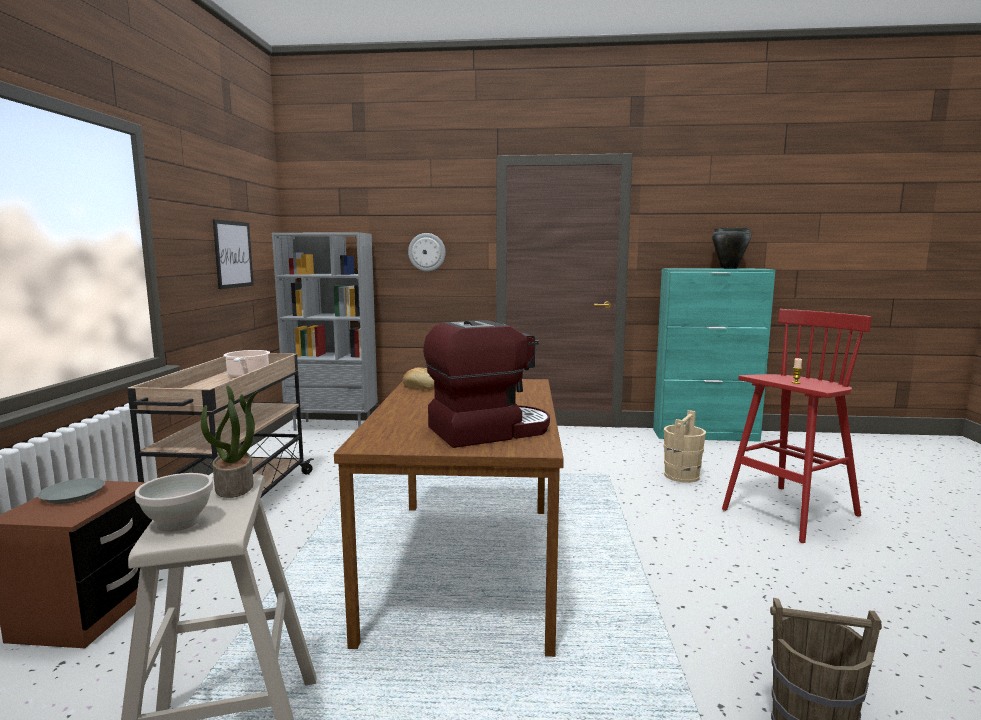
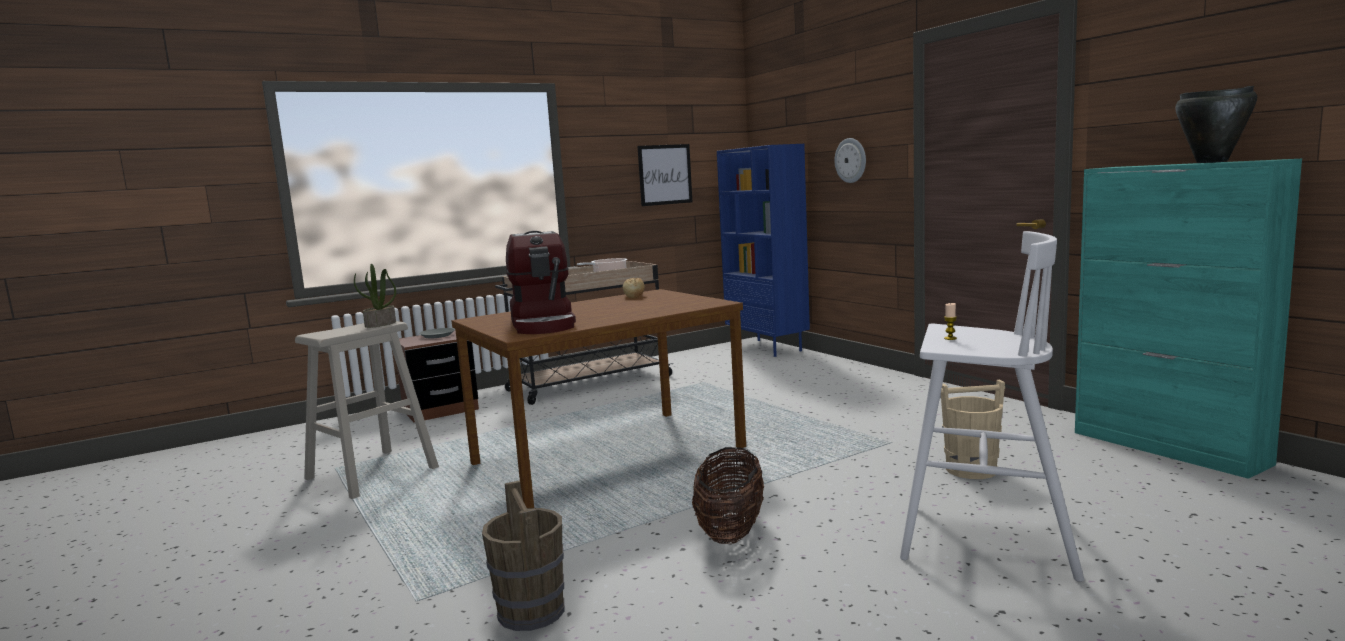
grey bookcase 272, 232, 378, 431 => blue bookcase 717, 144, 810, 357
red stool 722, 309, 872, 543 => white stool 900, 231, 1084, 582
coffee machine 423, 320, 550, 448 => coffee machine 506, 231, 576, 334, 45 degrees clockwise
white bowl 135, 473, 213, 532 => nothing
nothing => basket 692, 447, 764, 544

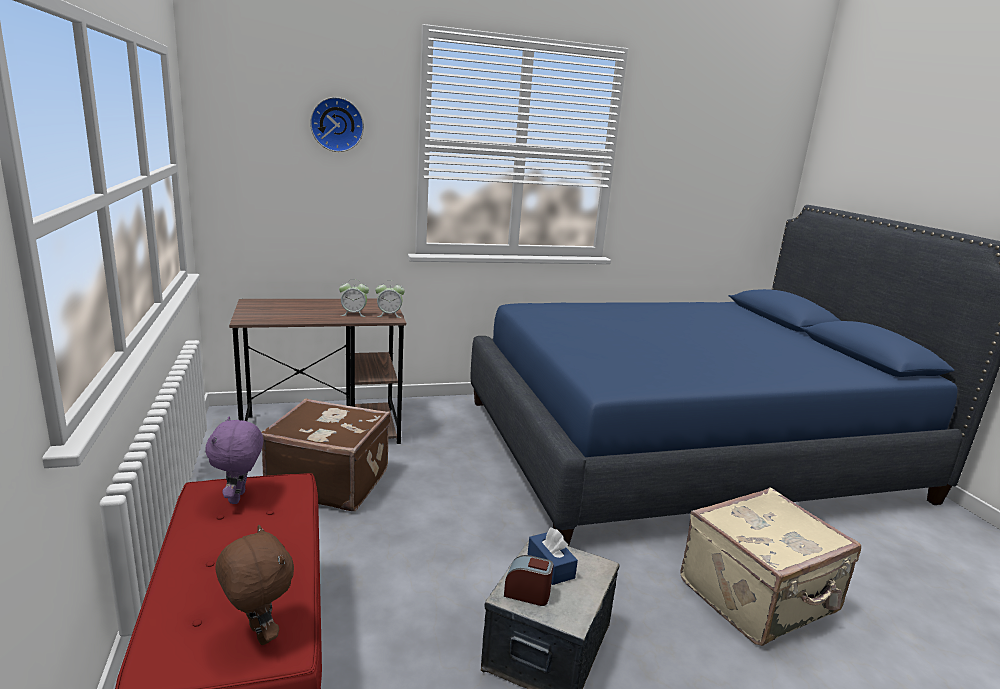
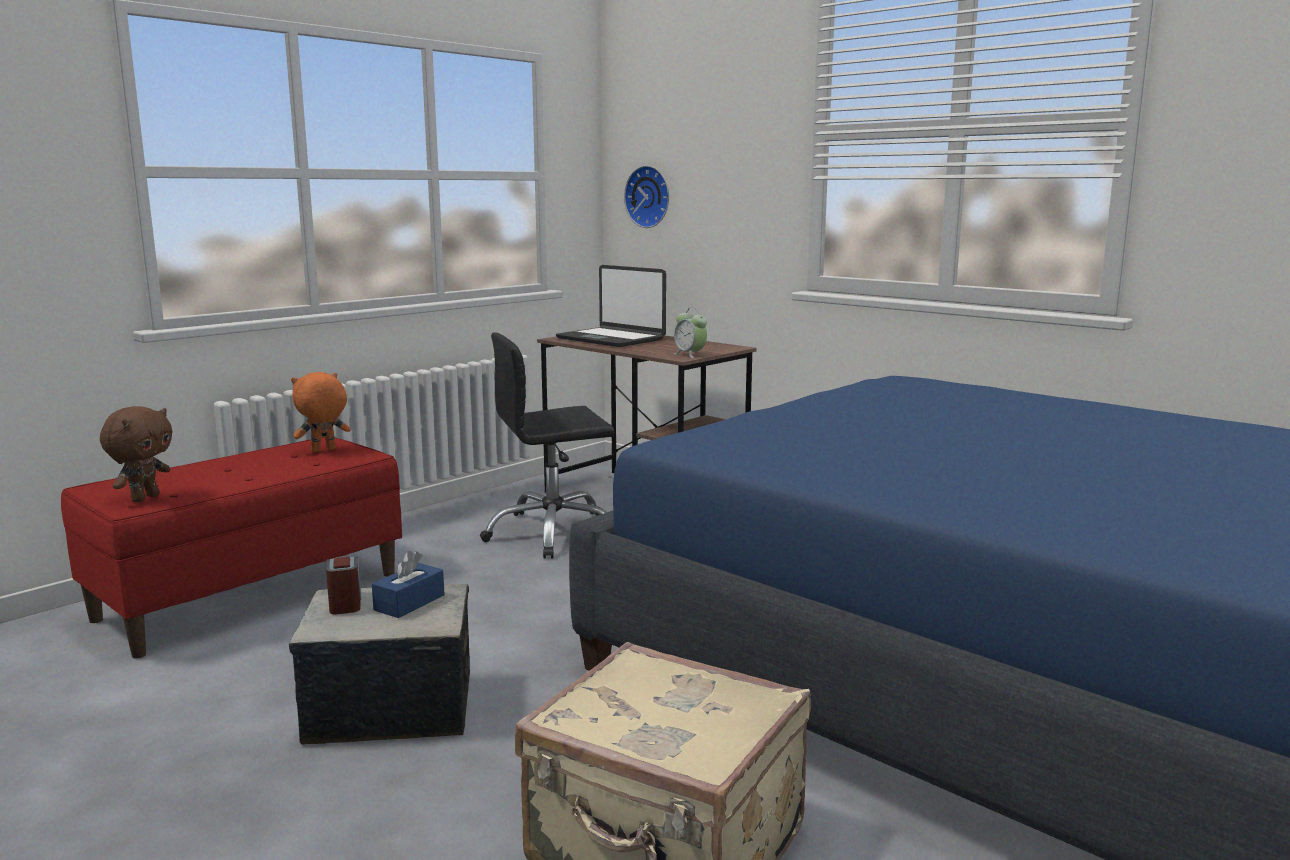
wall clock 310, 97, 364, 152 => wall clock 624, 165, 669, 228, move
alarm clock 339, 279, 369, 317 => nothing
brown suitcase 261, 398, 391, 511 => black office chair 480, 332, 614, 558
purple plush toy 205, 417, 263, 504 => orange plush toy 291, 372, 351, 452
nothing => laptop 556, 265, 666, 347

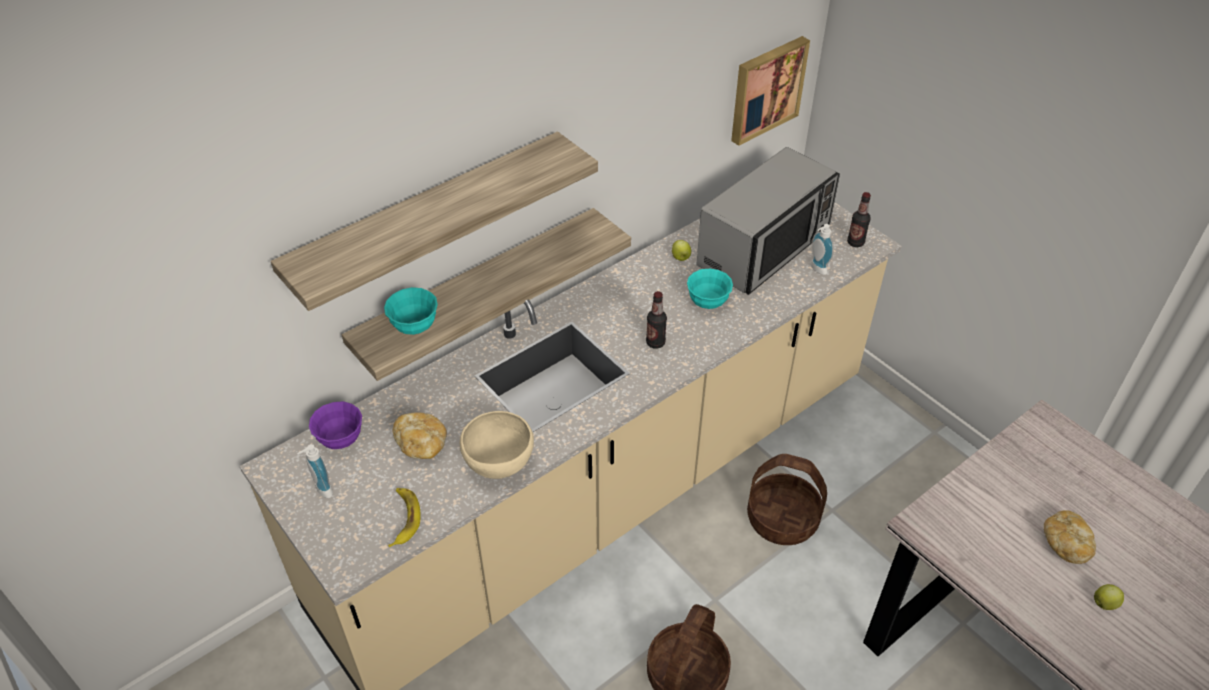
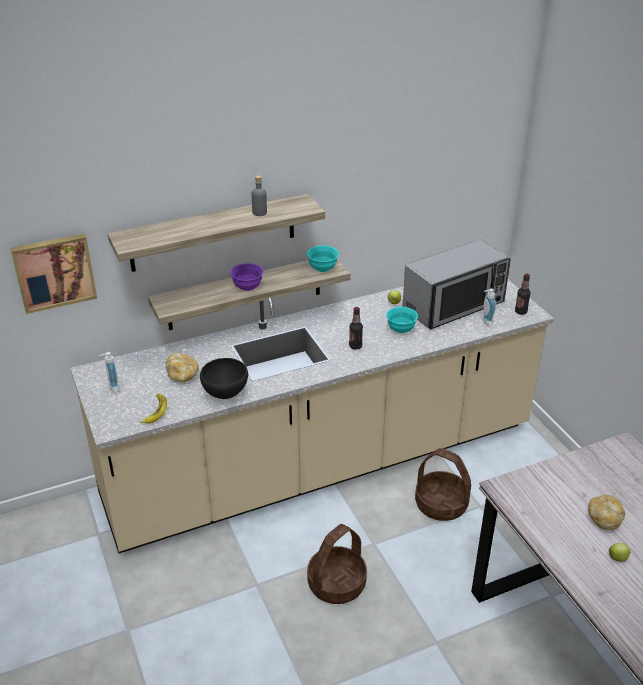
picture 731, 36, 810, 146 => picture 10, 233, 97, 314, move
turquoise bowl 384, 287, 438, 335 => turquoise bowl 307, 246, 339, 272, move
purple bowl 309, 401, 362, 449 => purple bowl 230, 263, 263, 291, move
beige bowl 460, 411, 534, 479 => black bowl 200, 358, 248, 399
nothing => grey bottle 252, 175, 267, 216

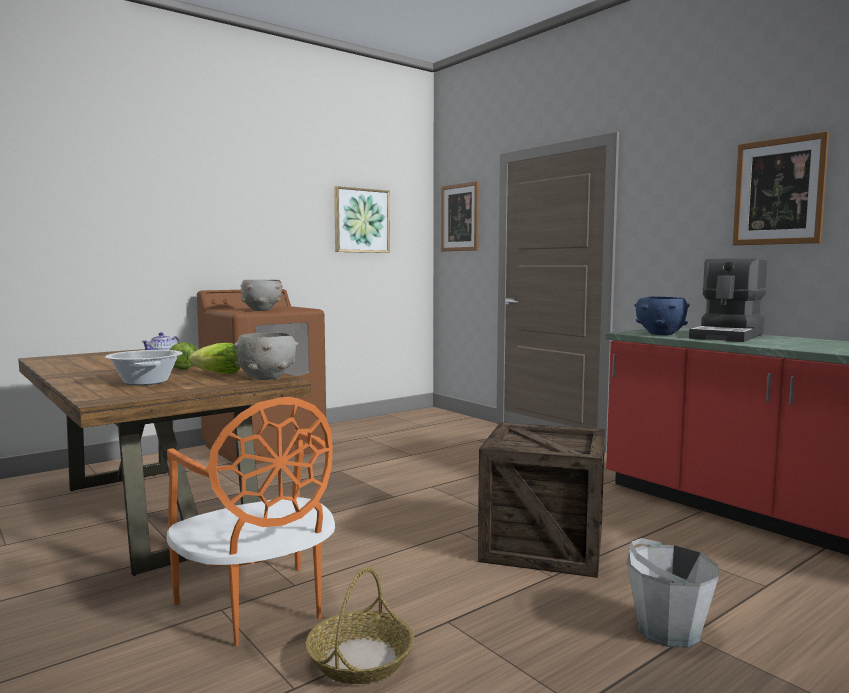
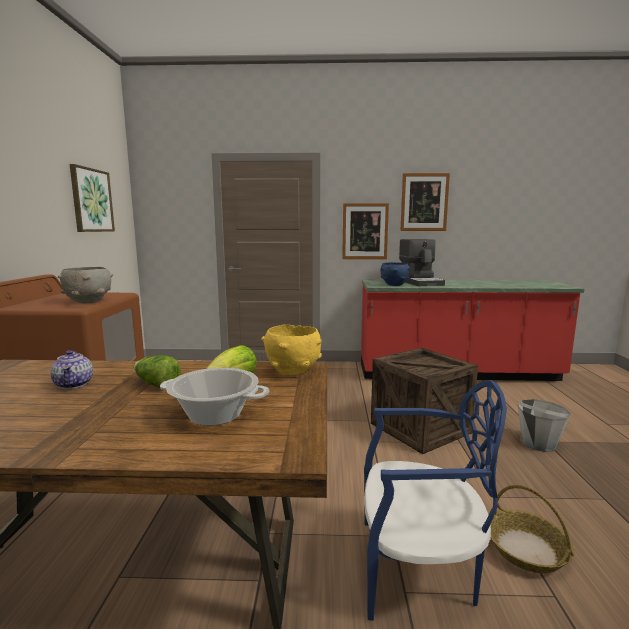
picture 441, 181, 479, 251 => picture 342, 203, 389, 259, move
grey bowl 234, 333, 299, 380 => yellow bowl 261, 324, 322, 375
orange chair 166, 397, 335, 647 => blue chair 364, 380, 507, 621

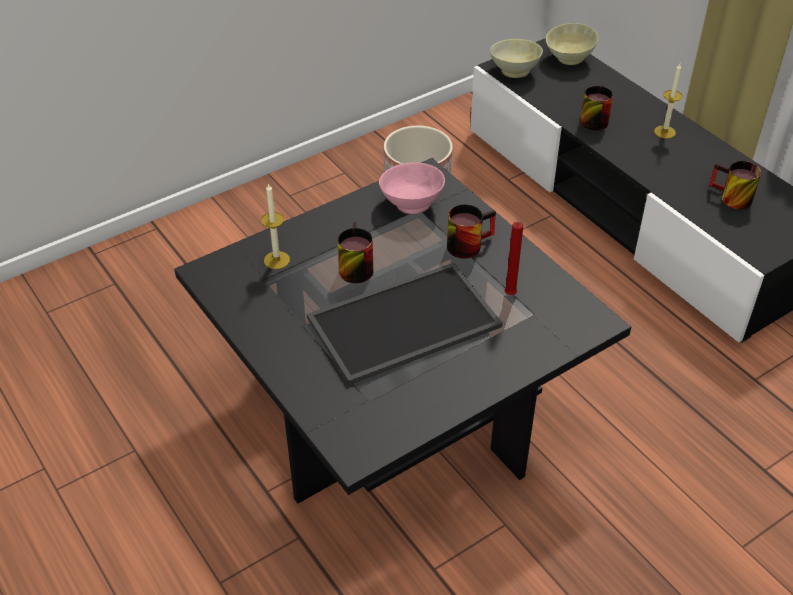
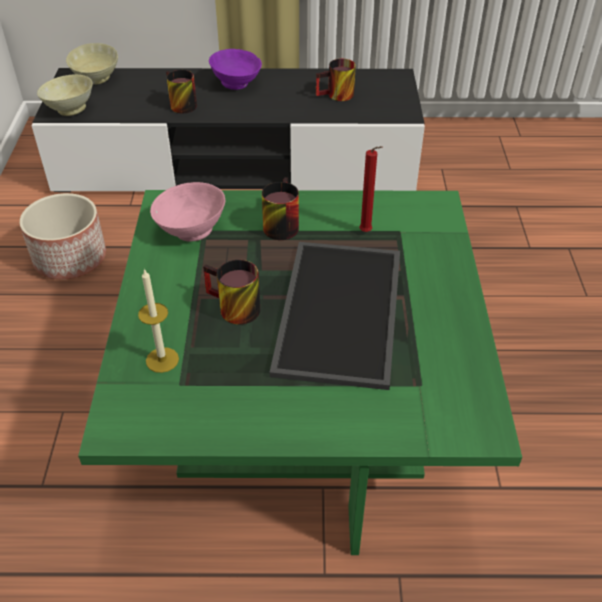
candle 654, 63, 682, 139 => purple bowl 209, 49, 262, 90
black coffee table 174, 158, 631, 504 => green coffee table 78, 190, 522, 555

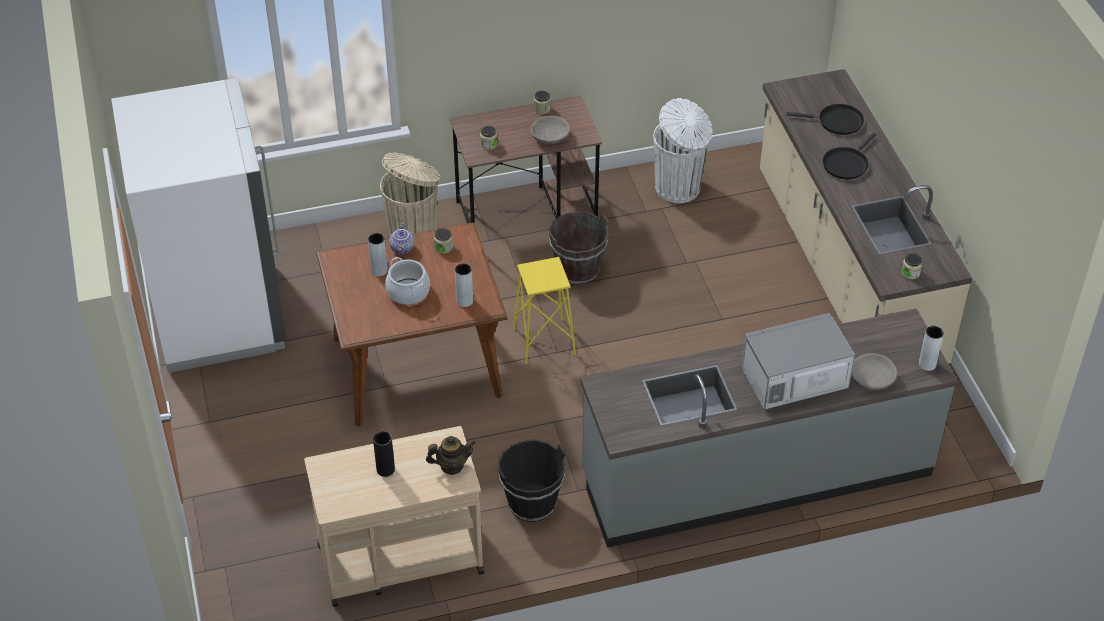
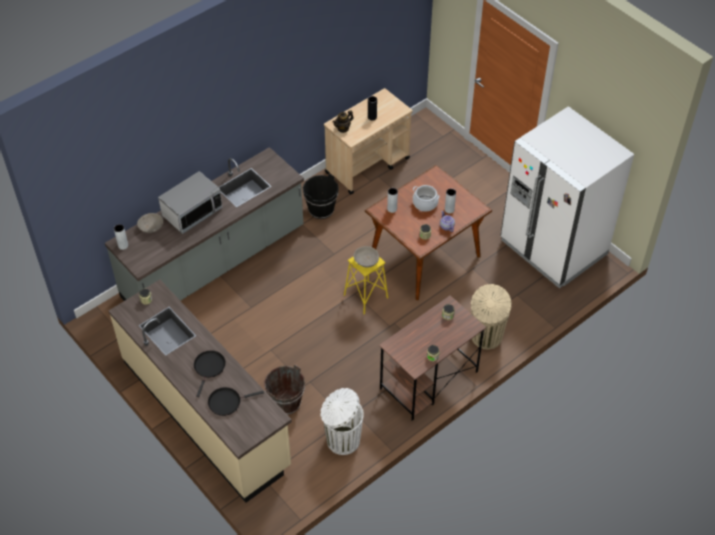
grey bowl 531, 116, 570, 144 => grey bowl 353, 246, 379, 268, move
brown bucket 549, 211, 609, 285 => brown bucket 264, 365, 305, 415, move

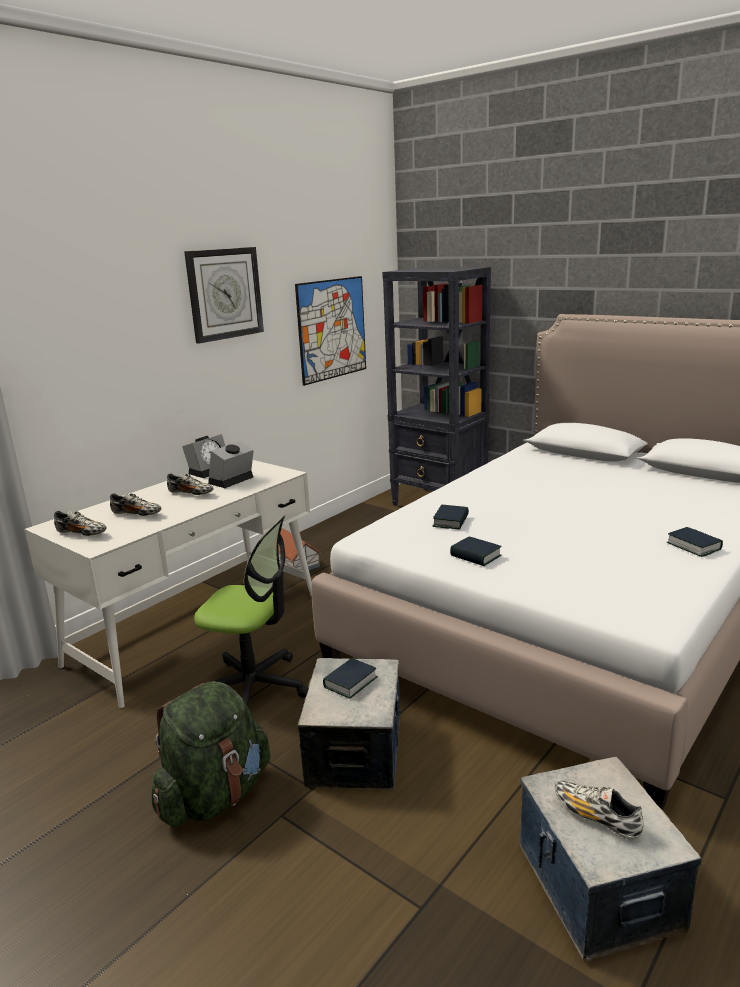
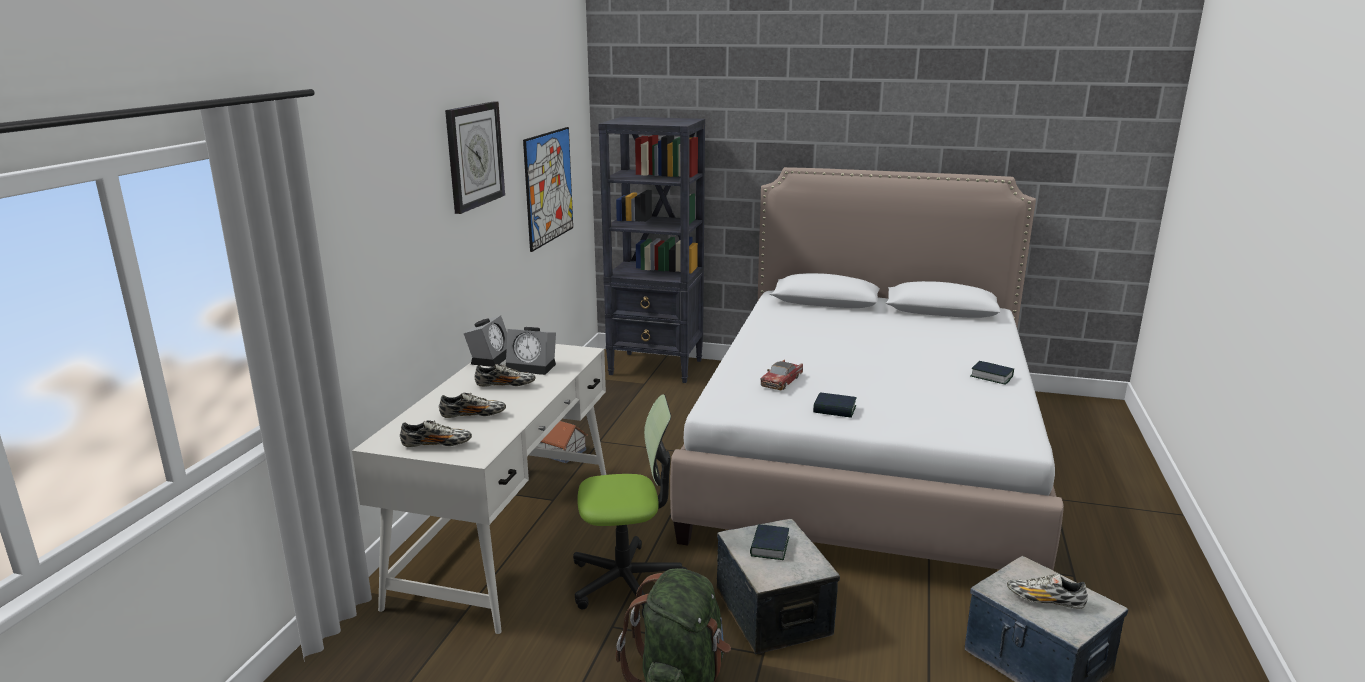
alarm clock 208, 441, 254, 488 => alarm clock 506, 327, 556, 375, 90 degrees counterclockwise
book 432, 505, 469, 530 => toy car 760, 360, 803, 390

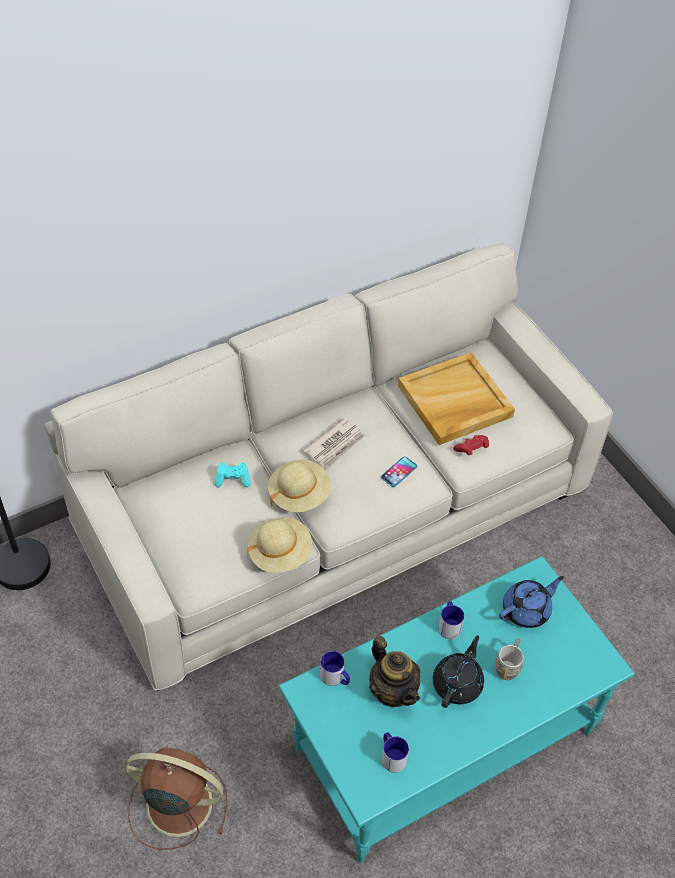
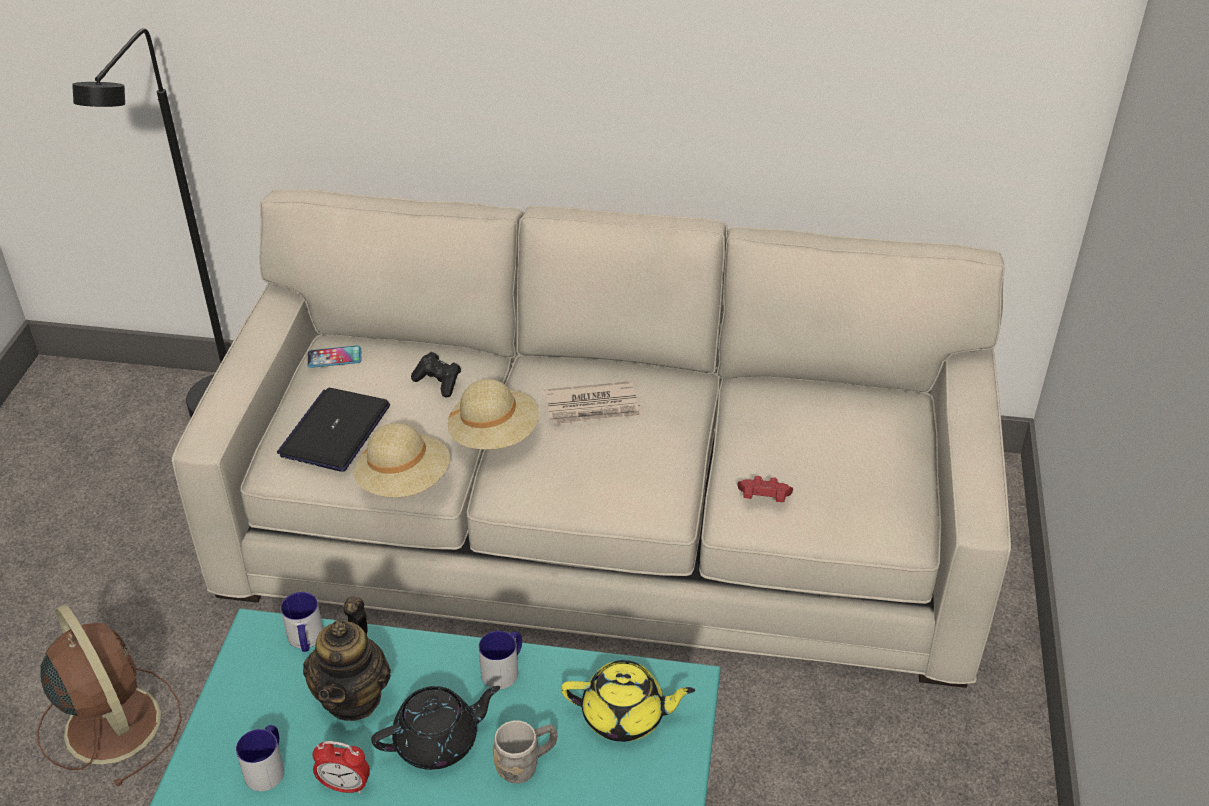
beige tray 398, 352, 515, 445 => nothing
phone 381, 456, 418, 487 => phone 307, 345, 362, 368, move
turquoise game controller 215, 463, 251, 487 => black game controller 411, 352, 461, 397
blue teapot 499, 576, 564, 628 => yellow teapot 561, 660, 695, 742
nothing => laptop 277, 388, 390, 472
nothing => alarm clock 312, 741, 370, 794

